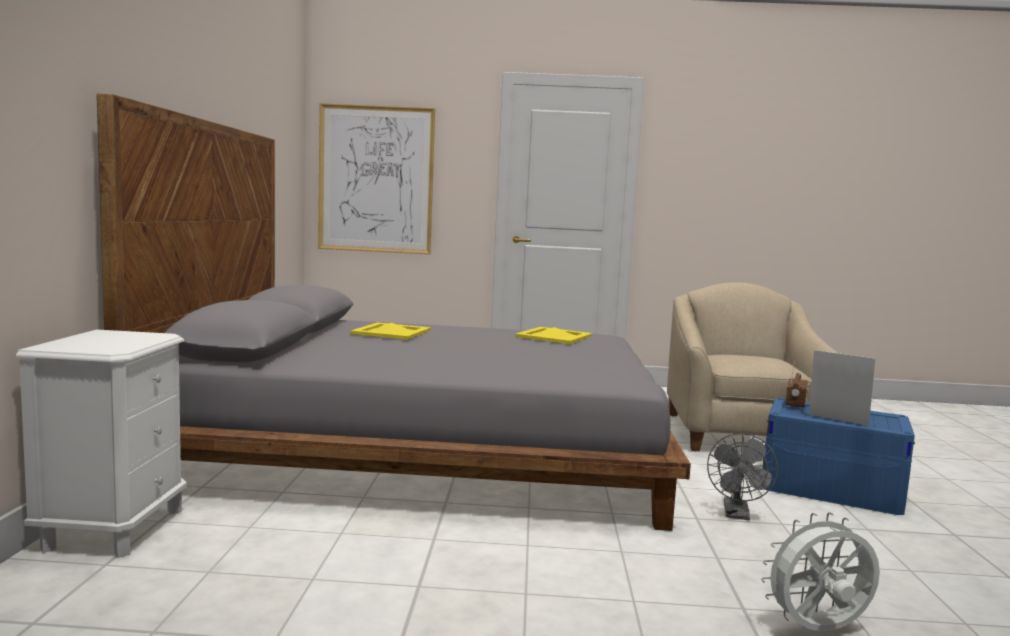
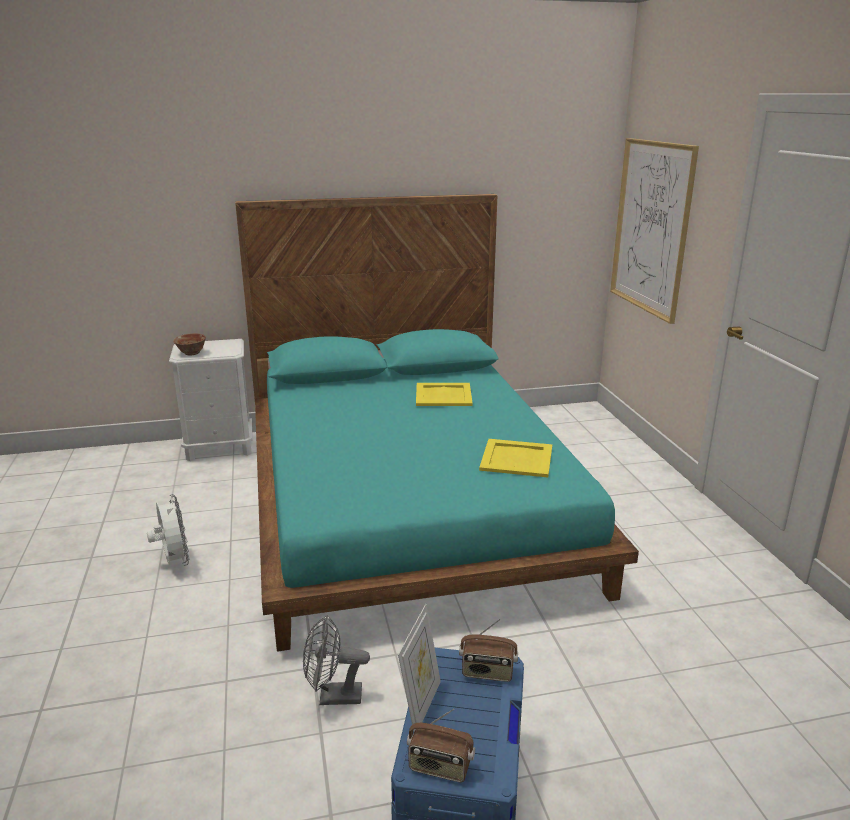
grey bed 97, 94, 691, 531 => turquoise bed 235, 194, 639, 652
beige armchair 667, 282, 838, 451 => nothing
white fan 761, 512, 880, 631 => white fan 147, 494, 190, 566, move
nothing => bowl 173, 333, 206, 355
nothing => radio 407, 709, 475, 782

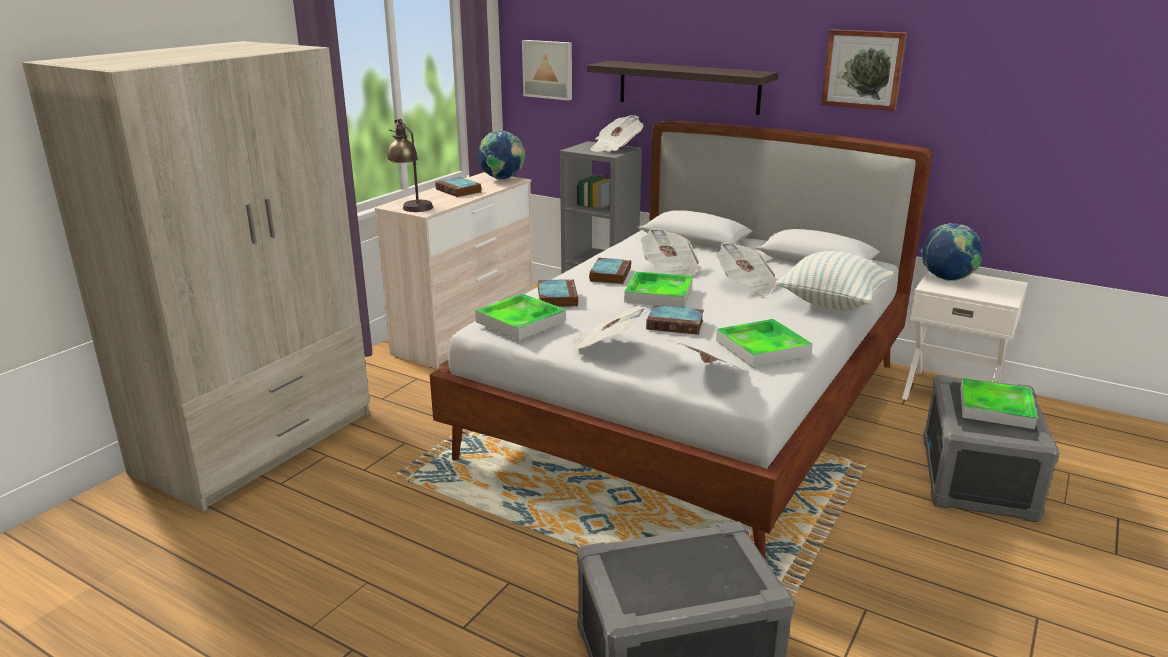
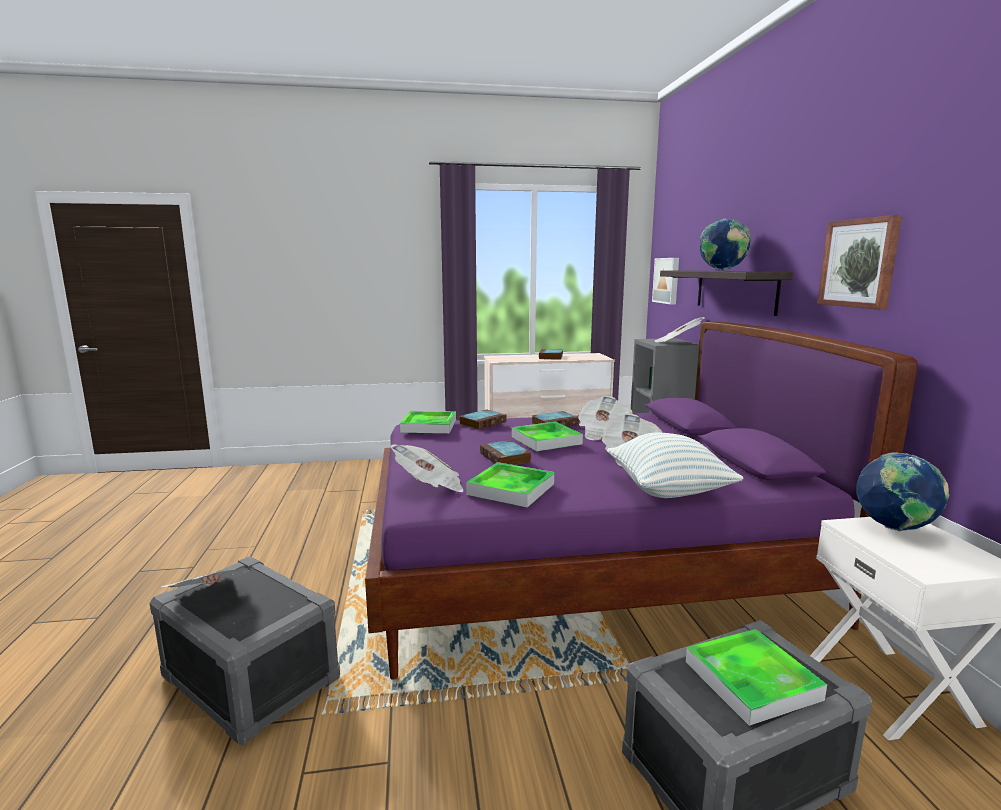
beige wardrobe 22, 41, 370, 511 => nothing
table lamp 387, 118, 433, 212 => nothing
white bed 430, 121, 933, 560 => purple bed 365, 322, 918, 680
globe 478, 131, 525, 180 => globe 700, 218, 751, 271, move
newspaper 573, 305, 647, 351 => newspaper 161, 569, 252, 587, move

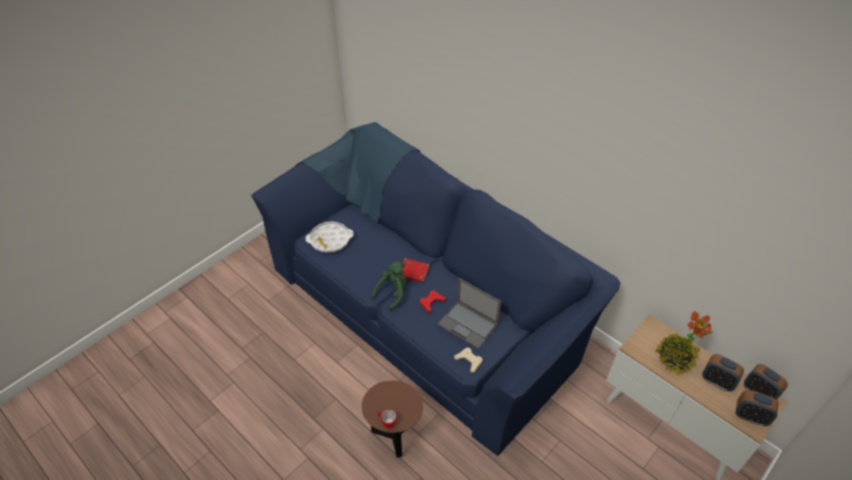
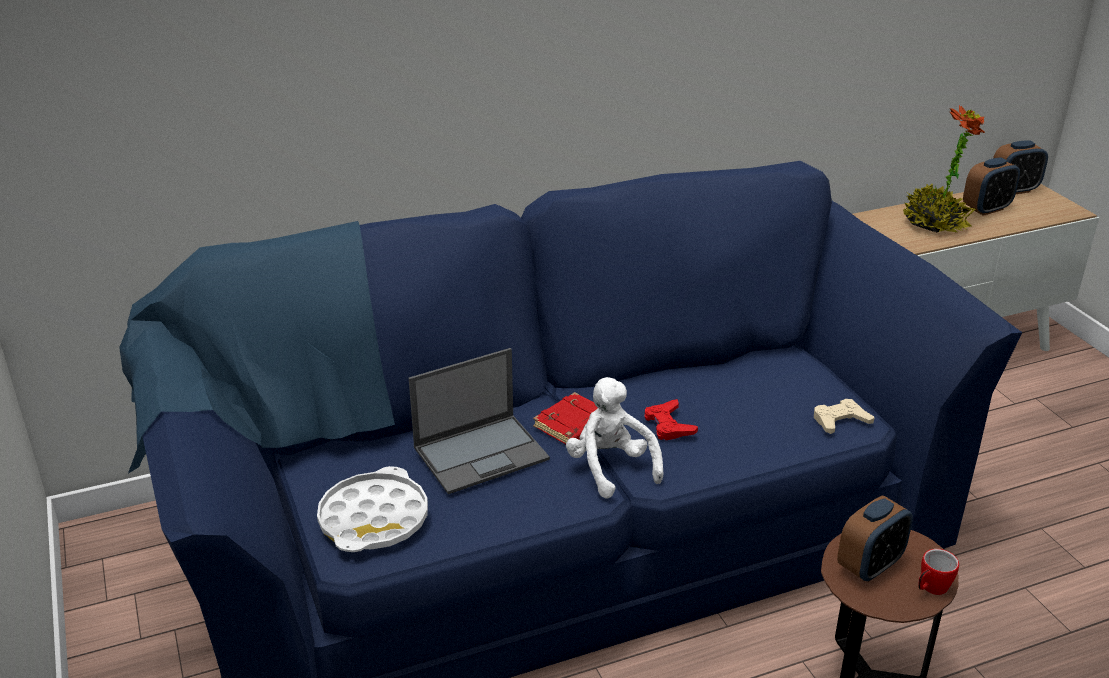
green plush toy 371, 262, 406, 311 => white plush toy 566, 377, 664, 499
laptop 437, 278, 501, 349 => laptop 409, 348, 550, 494, move
alarm clock 736, 390, 779, 426 => alarm clock 837, 496, 913, 582, move

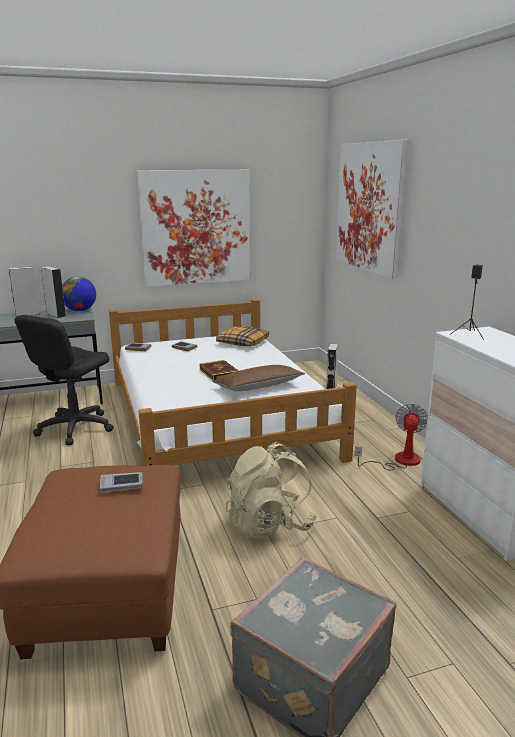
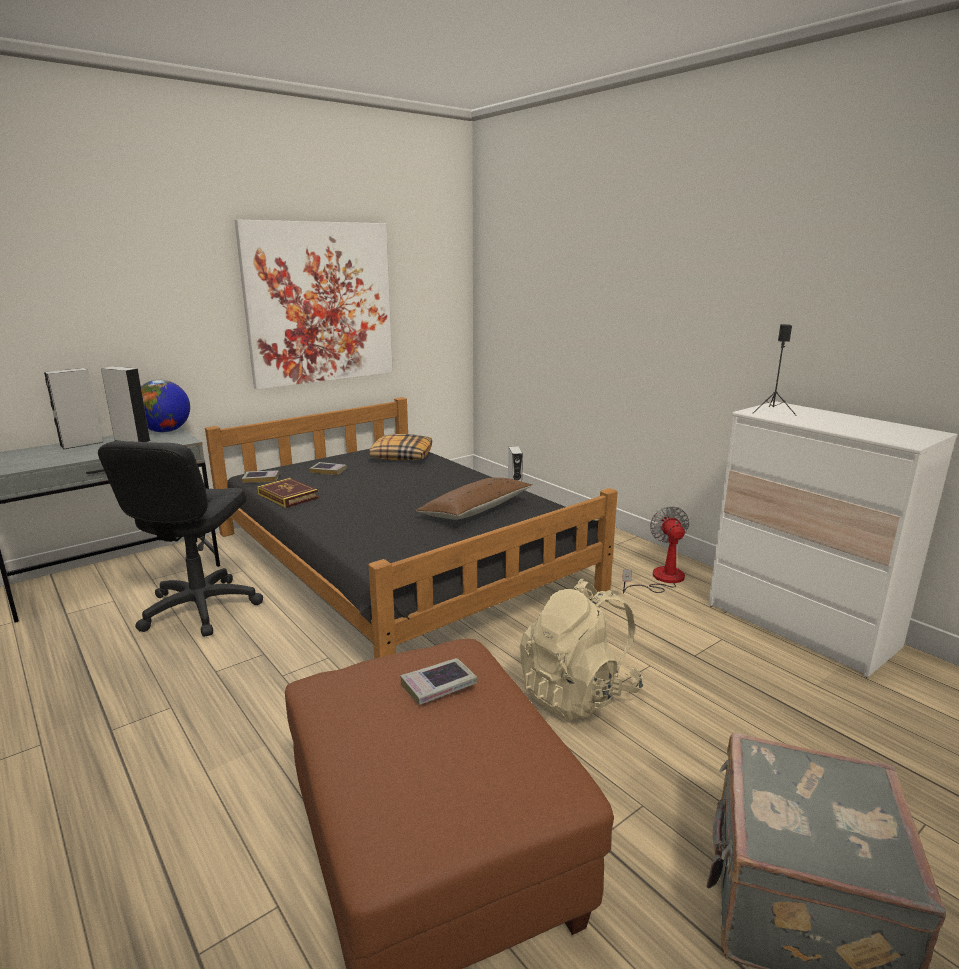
picture 336, 140, 409, 279 => nothing
white bed 109, 299, 357, 466 => black bed 205, 397, 618, 659
book 200, 360, 239, 381 => book 257, 478, 319, 508, move

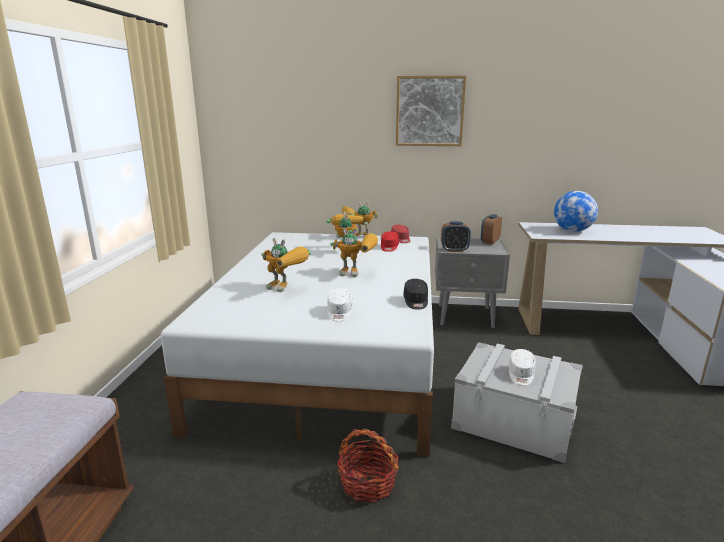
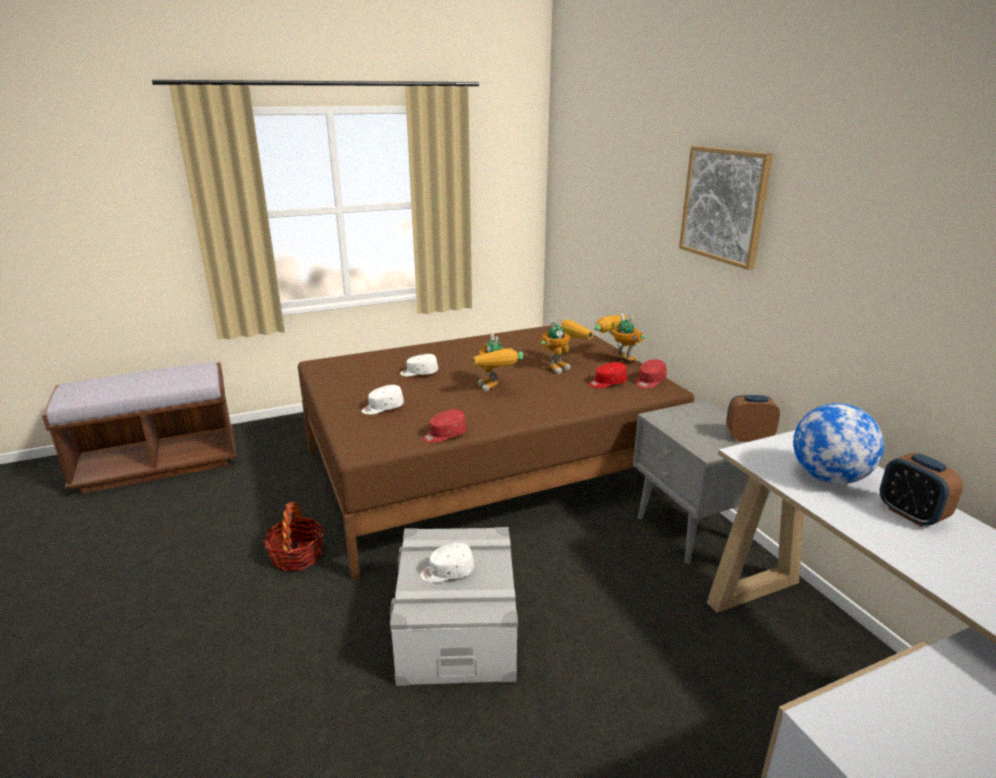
alarm clock 441, 221, 471, 252 => alarm clock 880, 453, 963, 527, move
white bed 161, 232, 434, 457 => brown bed 298, 325, 694, 581
toy robot 261, 238, 311, 292 => white cap 400, 354, 438, 377
black cap 403, 279, 428, 309 => red cap 423, 409, 467, 443

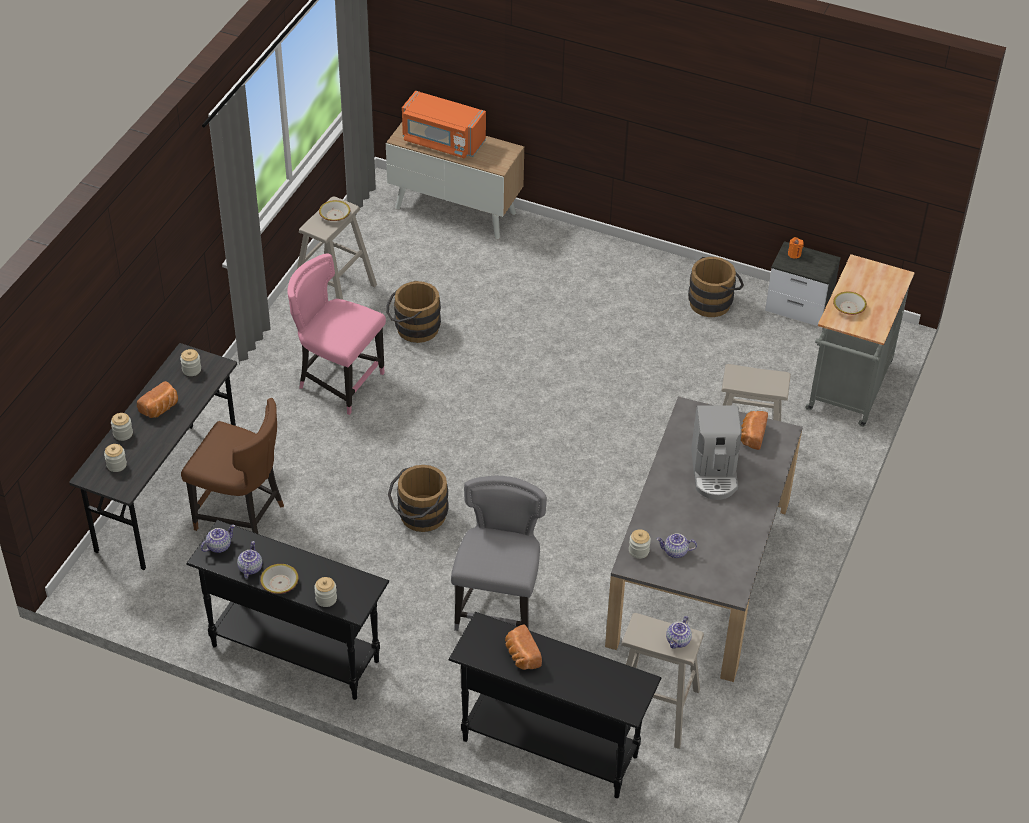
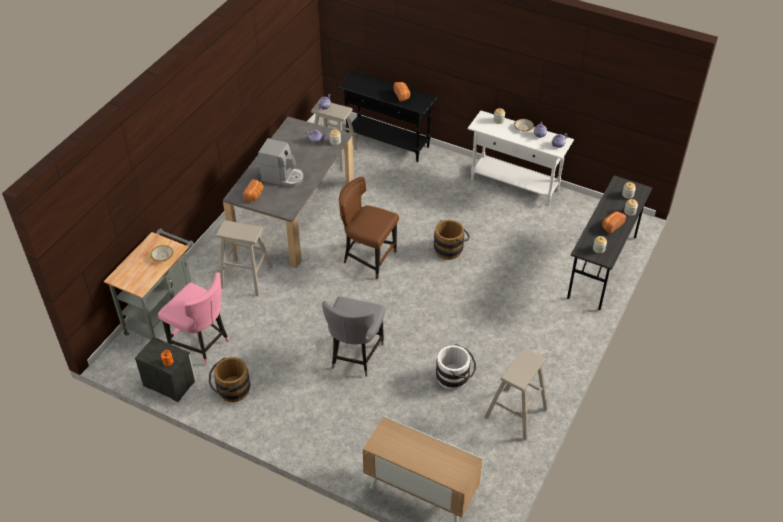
orange microwave 402, 91, 486, 159 => nothing
bowl 319, 200, 350, 221 => nothing
pink chair 287, 253, 386, 415 => pink chair 158, 272, 230, 365, move
brown bucket 386, 281, 441, 343 => white bucket 436, 344, 476, 390
brown chair 181, 398, 284, 534 => brown chair 339, 177, 399, 279, move
coffee machine 691, 405, 742, 500 => coffee machine 258, 138, 304, 187, 105 degrees clockwise
grey chair 451, 476, 547, 631 => grey chair 322, 297, 386, 376, move
black console table 186, 520, 389, 700 => white console table 467, 110, 574, 206

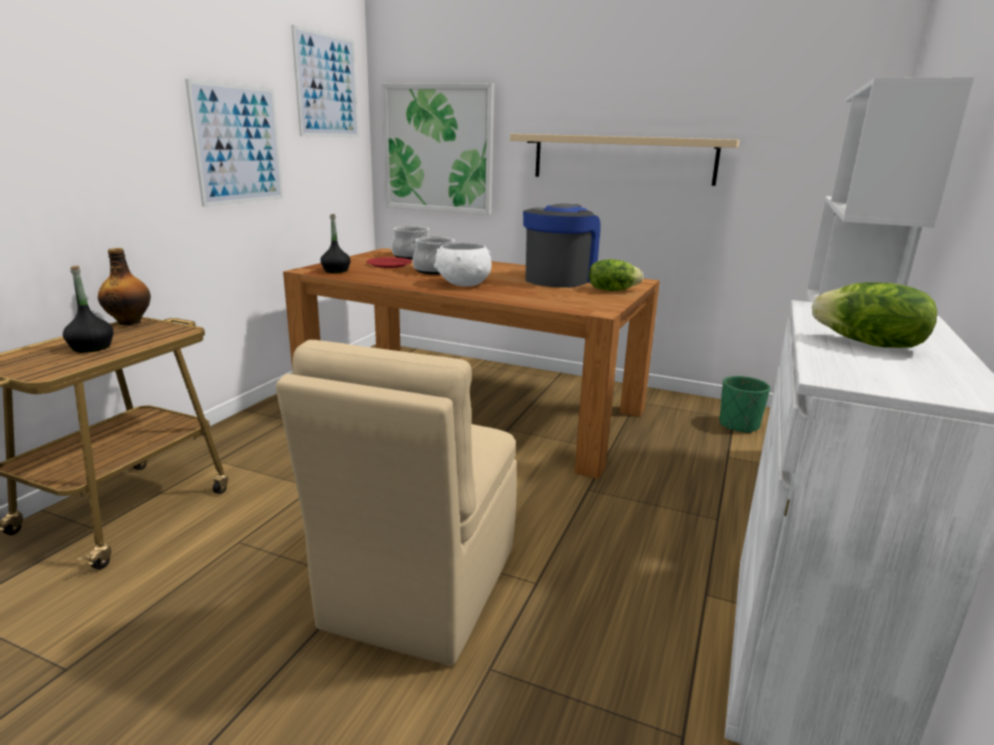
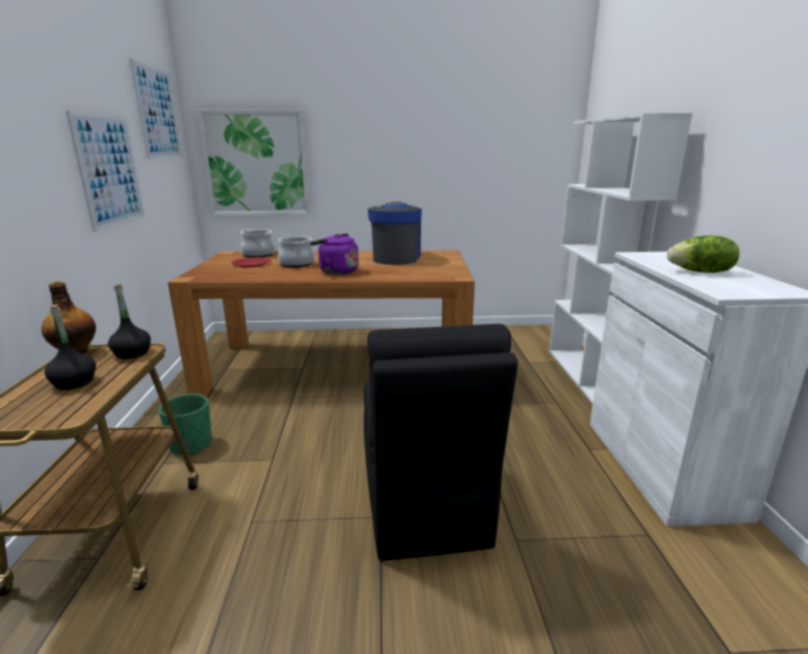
beige shelf 510, 134, 740, 186 => nothing
black bottle 320, 214, 351, 273 => black bottle 108, 284, 151, 359, move
white bowl 434, 243, 492, 286 => purple kettle 310, 234, 359, 275
lettuce 589, 259, 643, 291 => nothing
beige chair 276, 340, 517, 666 => black chair 363, 324, 518, 561
green planter 719, 376, 770, 434 => green planter 159, 394, 212, 455, move

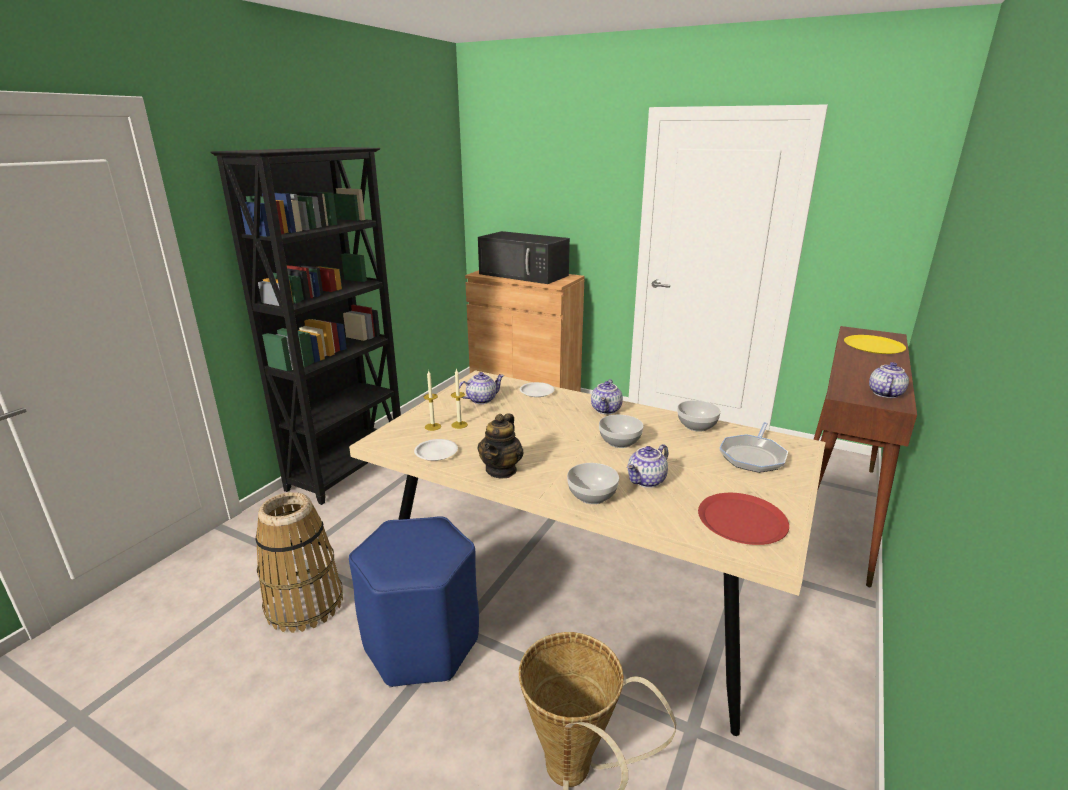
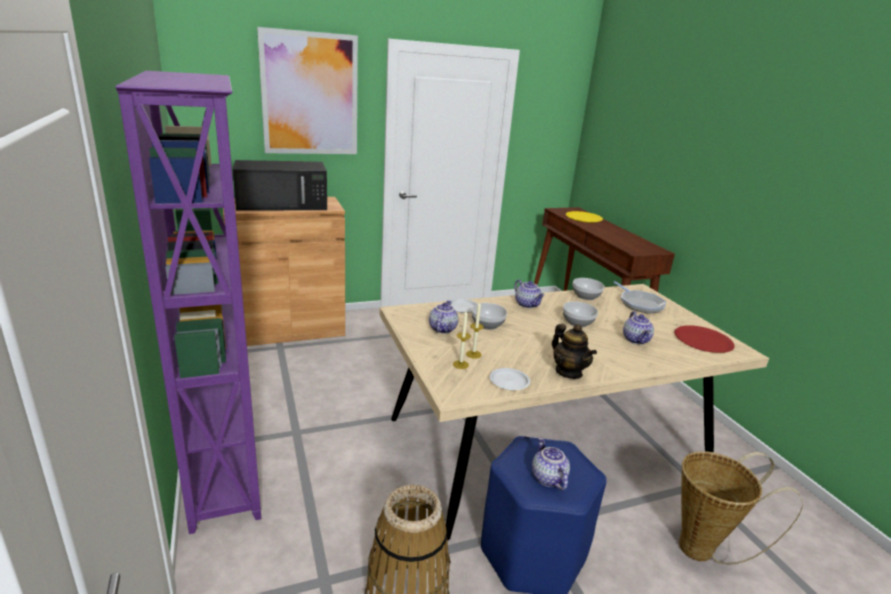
black bookcase 210, 147, 401, 505 => purple bookcase 115, 71, 261, 534
teapot 869, 362, 909, 398 => teapot 532, 437, 570, 490, move
bowl 567, 463, 619, 504 => bowl 472, 303, 507, 330, move
nothing => picture 257, 27, 358, 154

